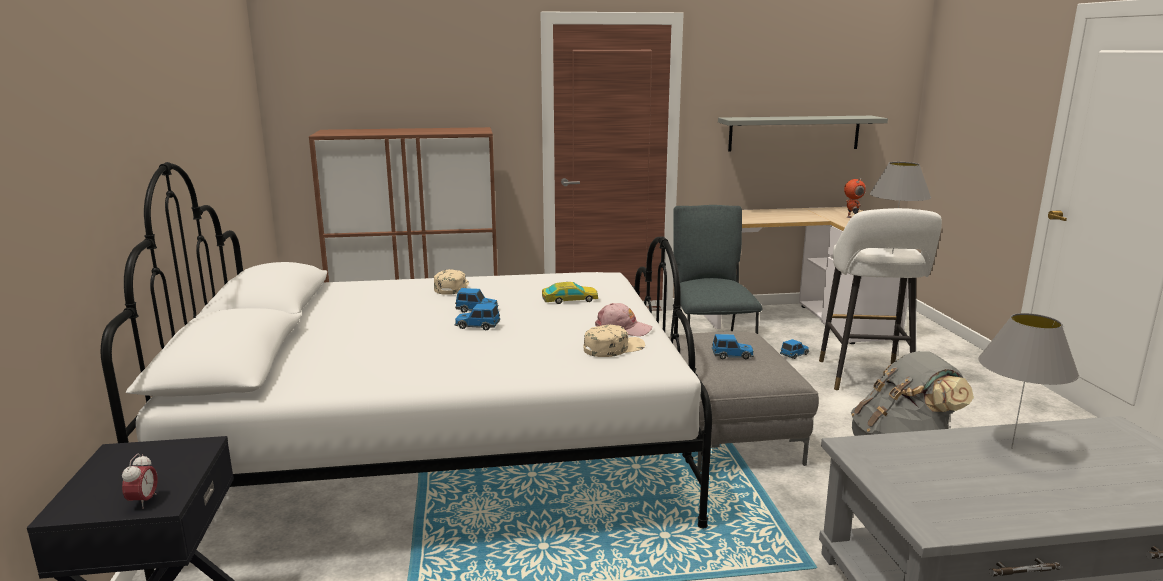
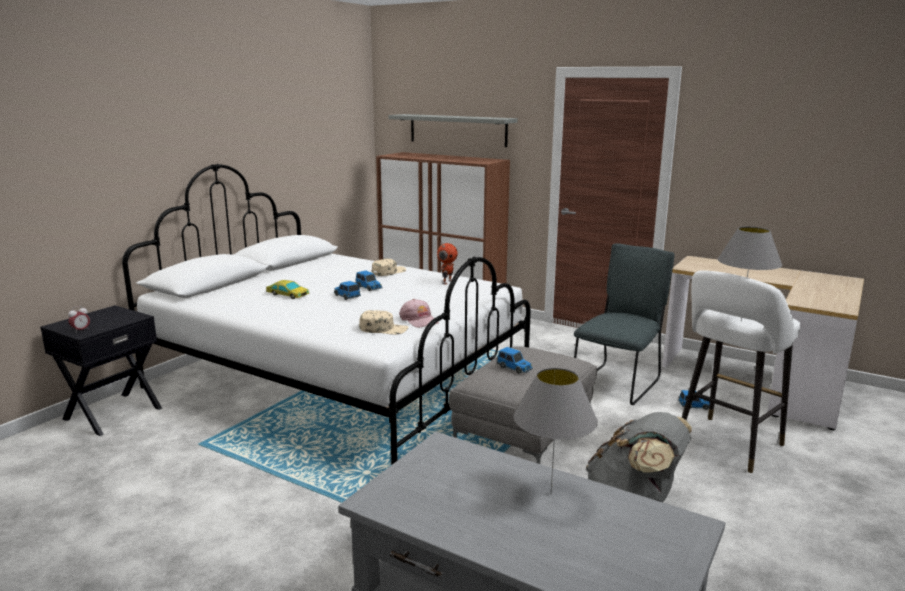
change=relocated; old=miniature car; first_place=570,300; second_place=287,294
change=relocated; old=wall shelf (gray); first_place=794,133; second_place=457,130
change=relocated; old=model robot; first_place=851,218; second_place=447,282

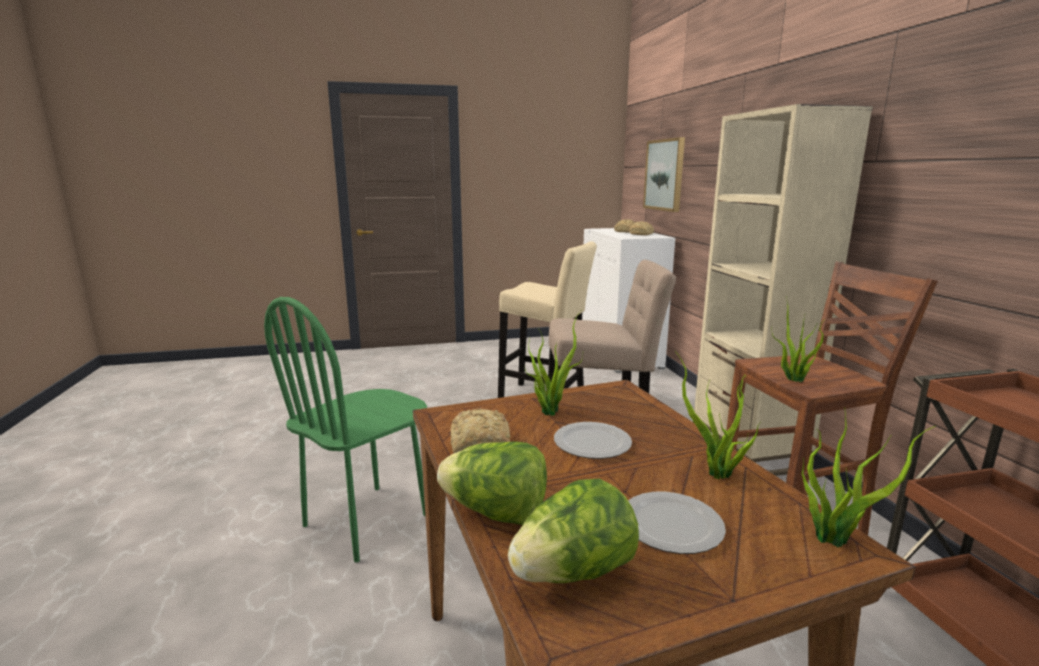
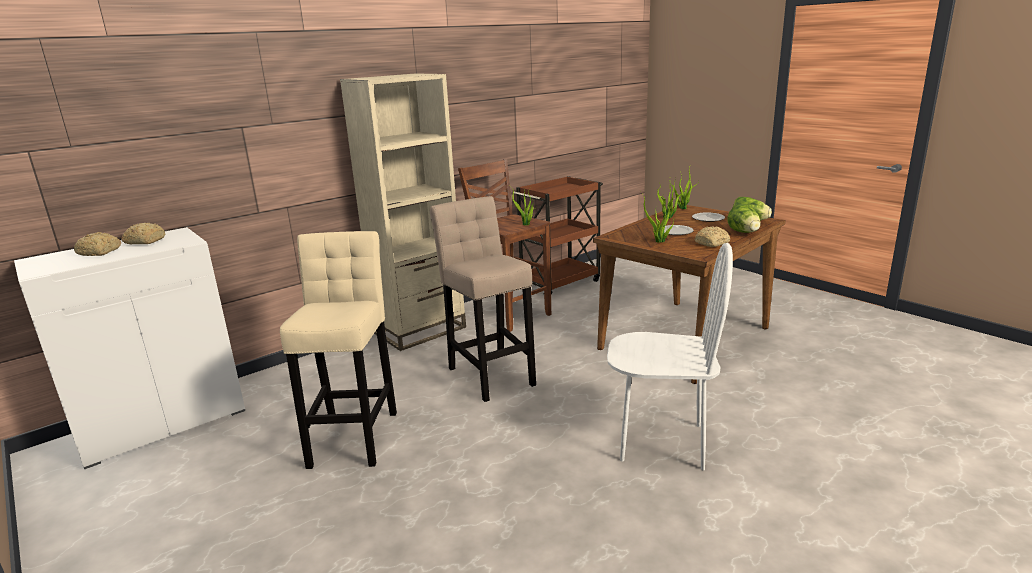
change=colour; old=plain chair (greenish); new=plain chair (white-coloured); first_place=366,520; second_place=662,443
change=missing; old=picture; first_place=664,175

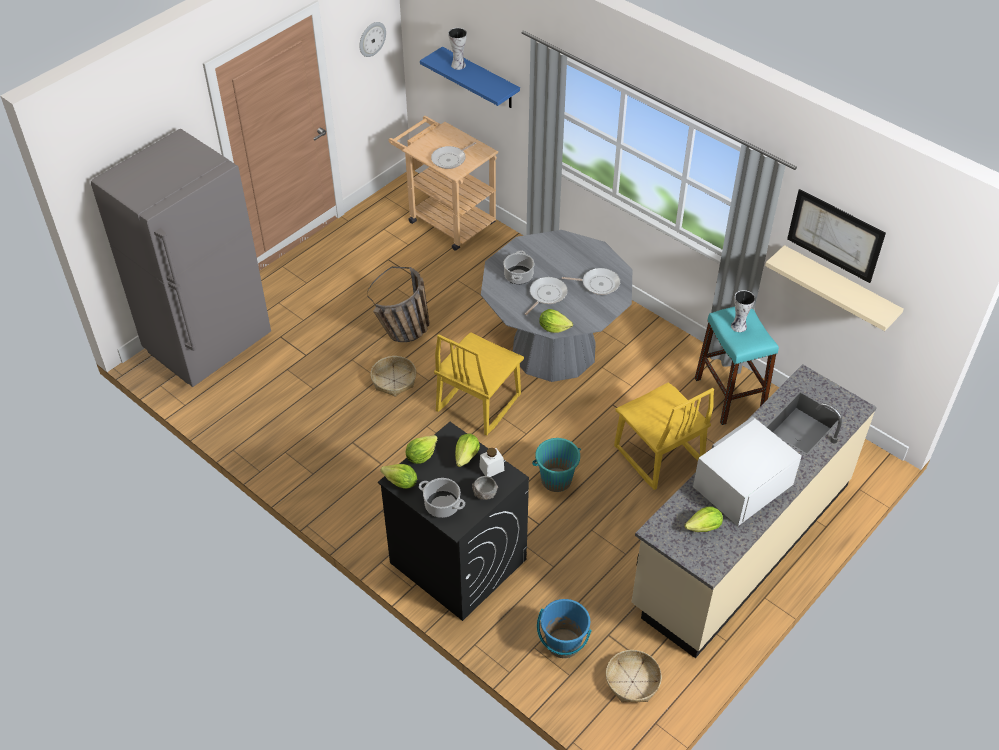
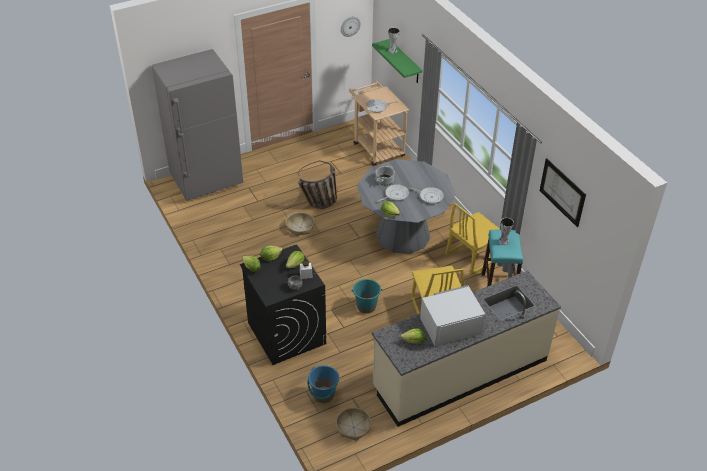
change=missing; old=cooking pot; first_place=443,505
change=colour; old=wall shelf (bluish); new=wall shelf (greenish); first_place=480,79; second_place=405,62
change=relocated; old=plain chair (yellow); first_place=477,403; second_place=472,256
change=missing; old=wall shelf (beige-coloured); first_place=839,288

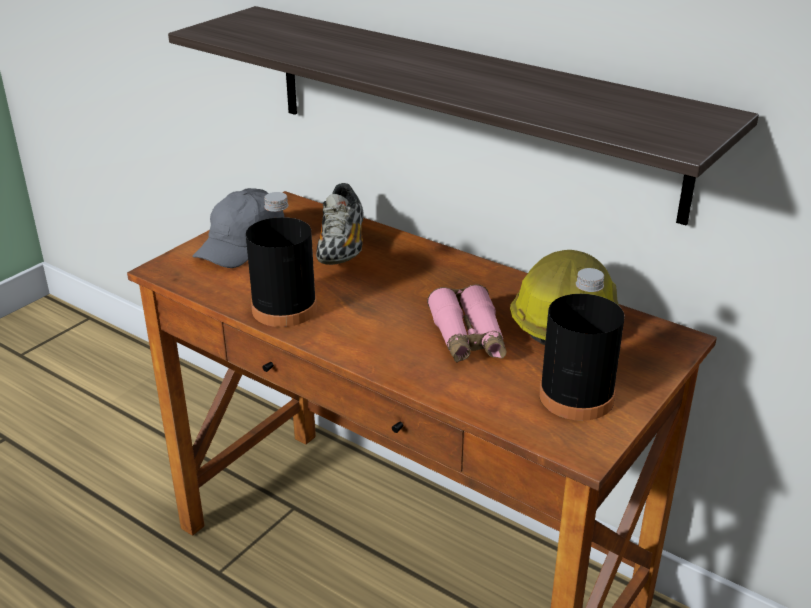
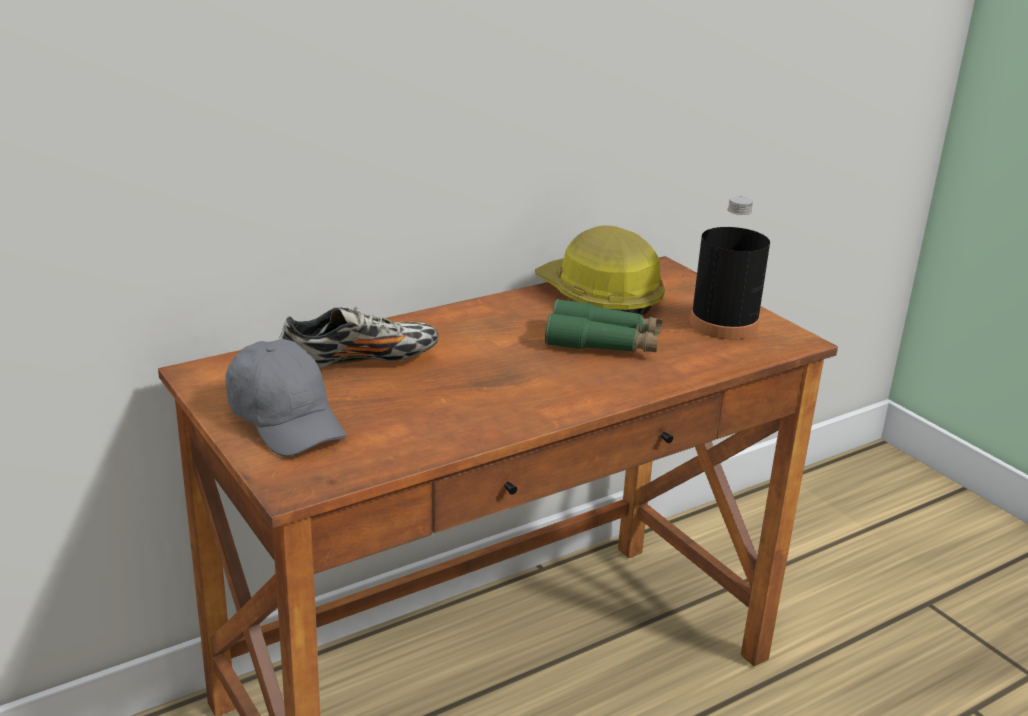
change=missing; old=wall shelf; first_place=467,108
change=missing; old=bottle (blackish); first_place=284,309
change=spun; old=shoe; first_place=341,247; second_place=359,363; degrees=-45
change=colour; old=field glasses (pink); new=field glasses (greenish); first_place=467,338; second_place=603,343

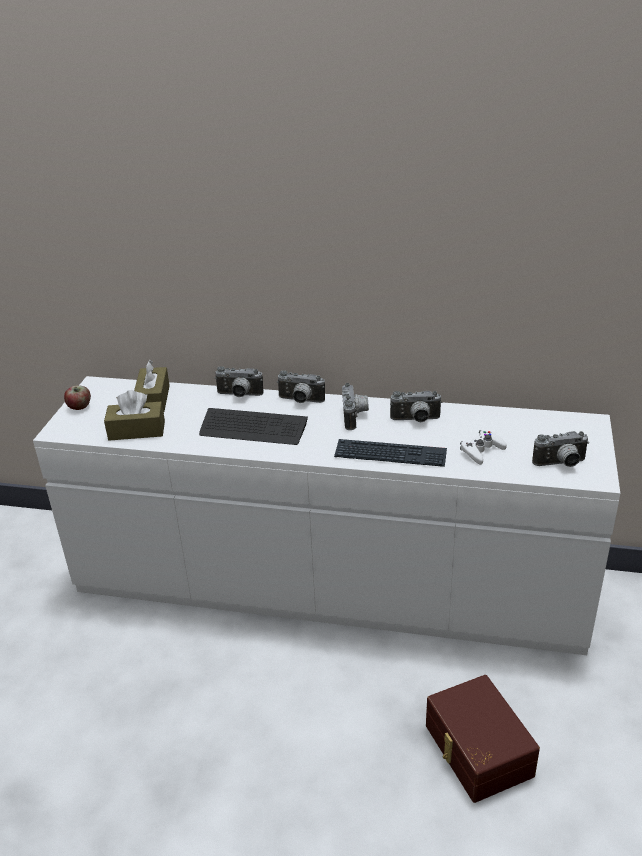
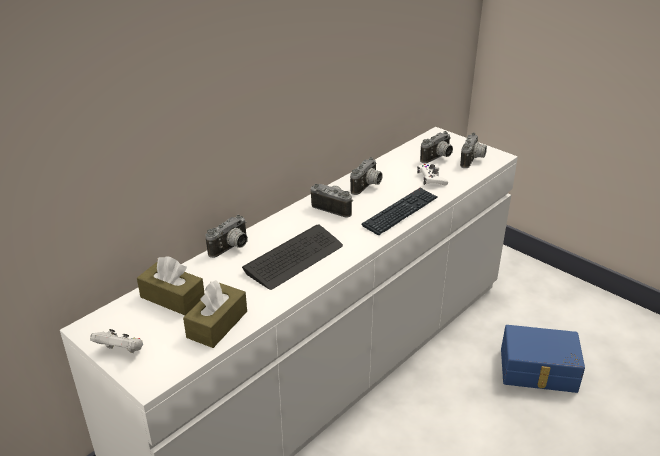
change=exchanged; old=apple; new=game controller (white-coloured); first_place=79,407; second_place=121,351
change=relocated; old=photo camera; first_place=300,401; second_place=438,158
change=colour; old=storage box (brown); new=storage box (bluish); first_place=476,751; second_place=538,371

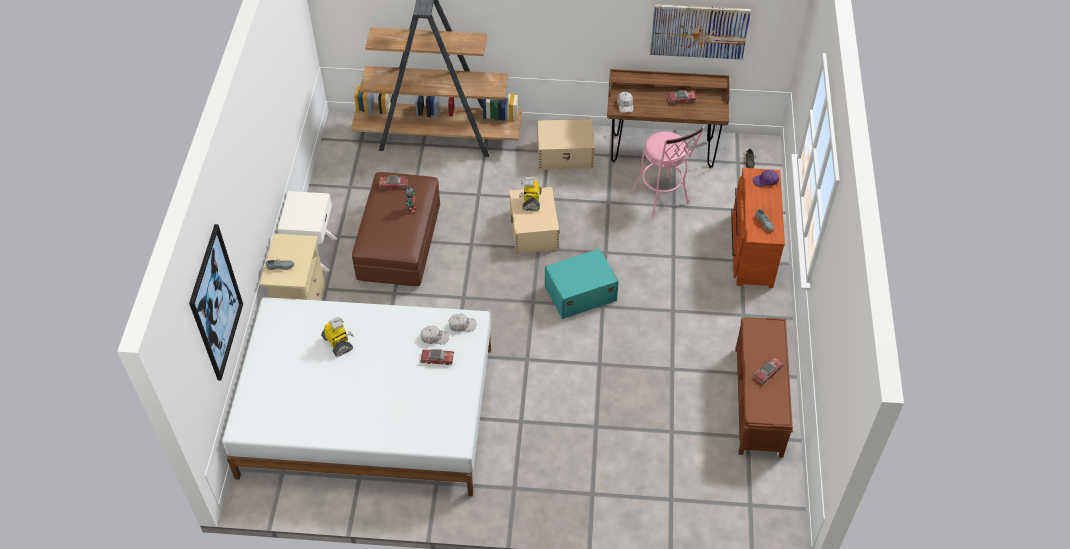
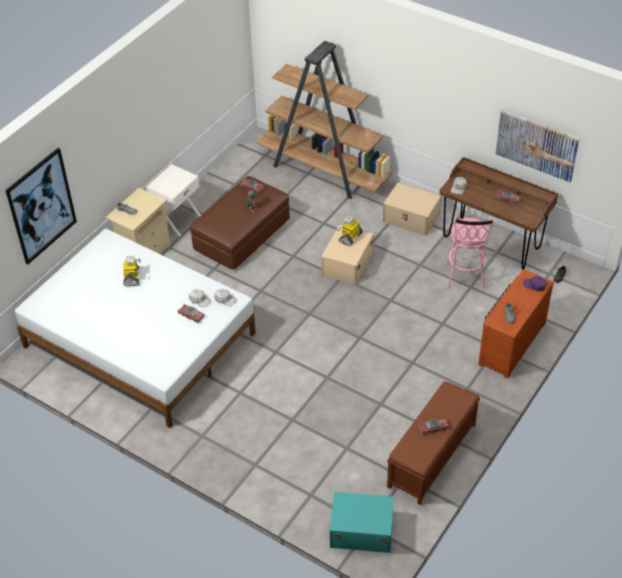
change=relocated; old=storage box (turquoise); first_place=579,293; second_place=361,530

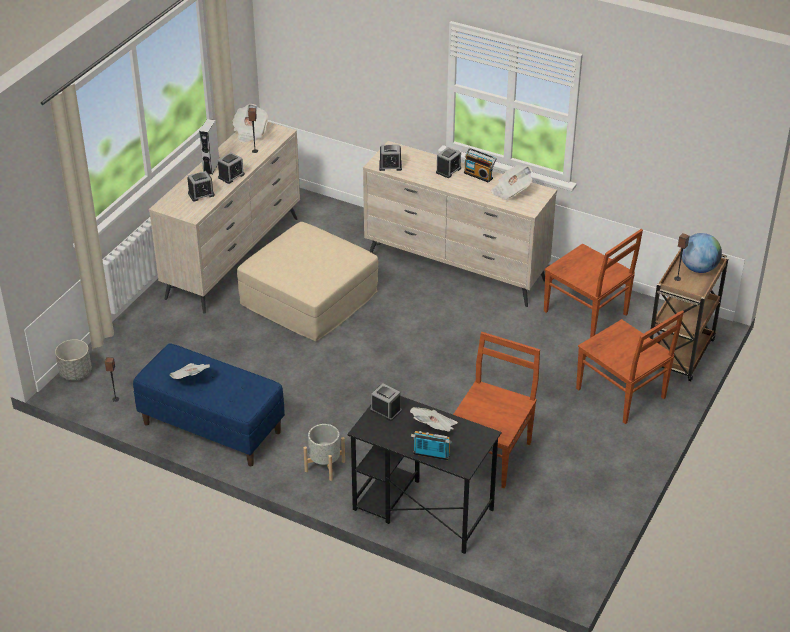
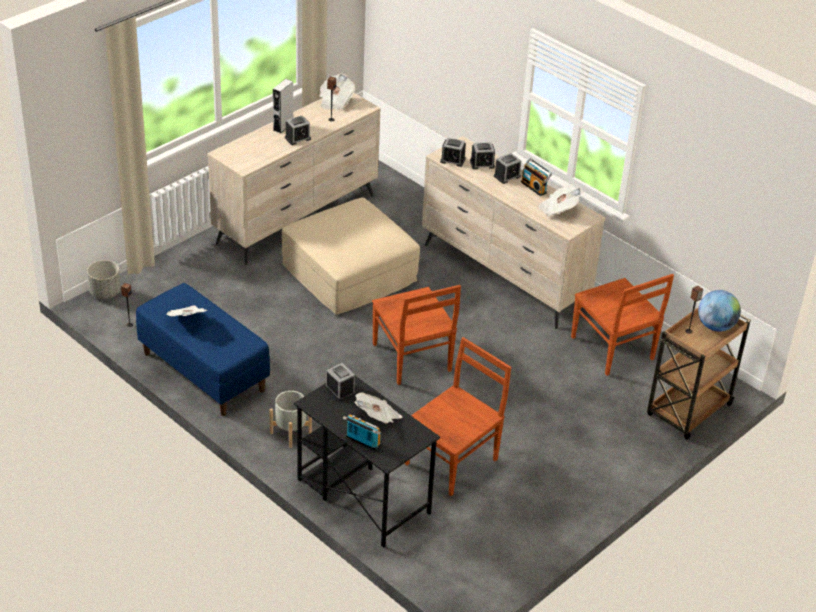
change=relocated; old=table clock; first_place=201,194; second_place=482,164
change=relocated; old=plain chair (brown); first_place=622,394; second_place=412,359

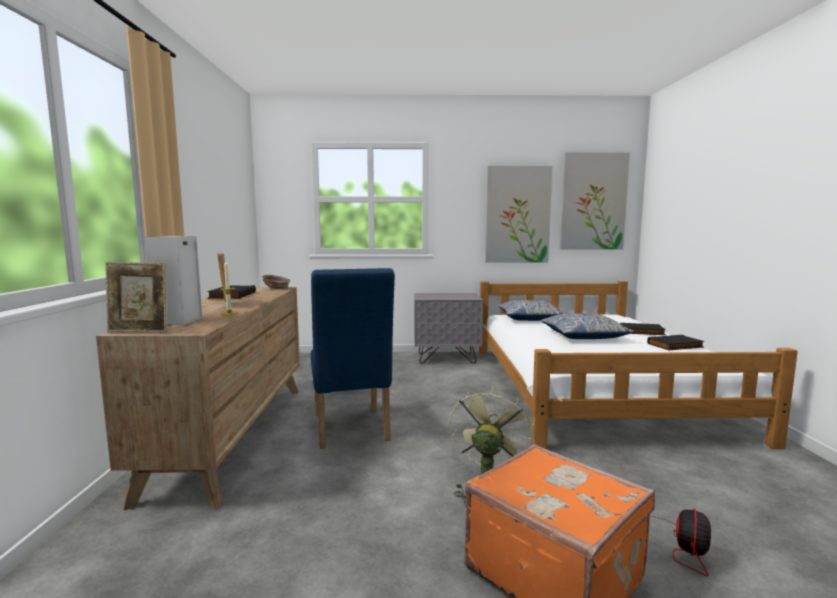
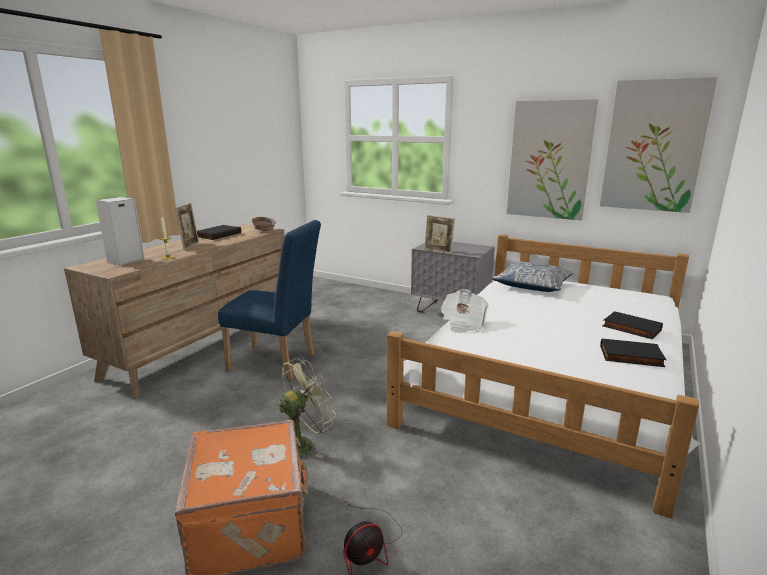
change=relocated; old=picture frame; first_place=139,332; second_place=438,251
change=spun; old=plain chair (bluish); first_place=350,430; second_place=277,363; degrees=-90
change=missing; old=cushion; first_place=583,336
change=appeared; new=newspaper; second_place=463,323

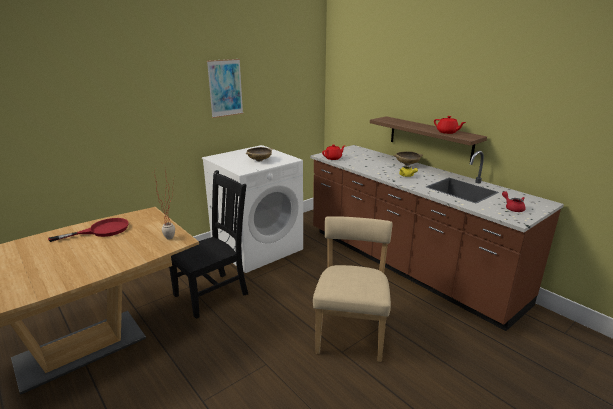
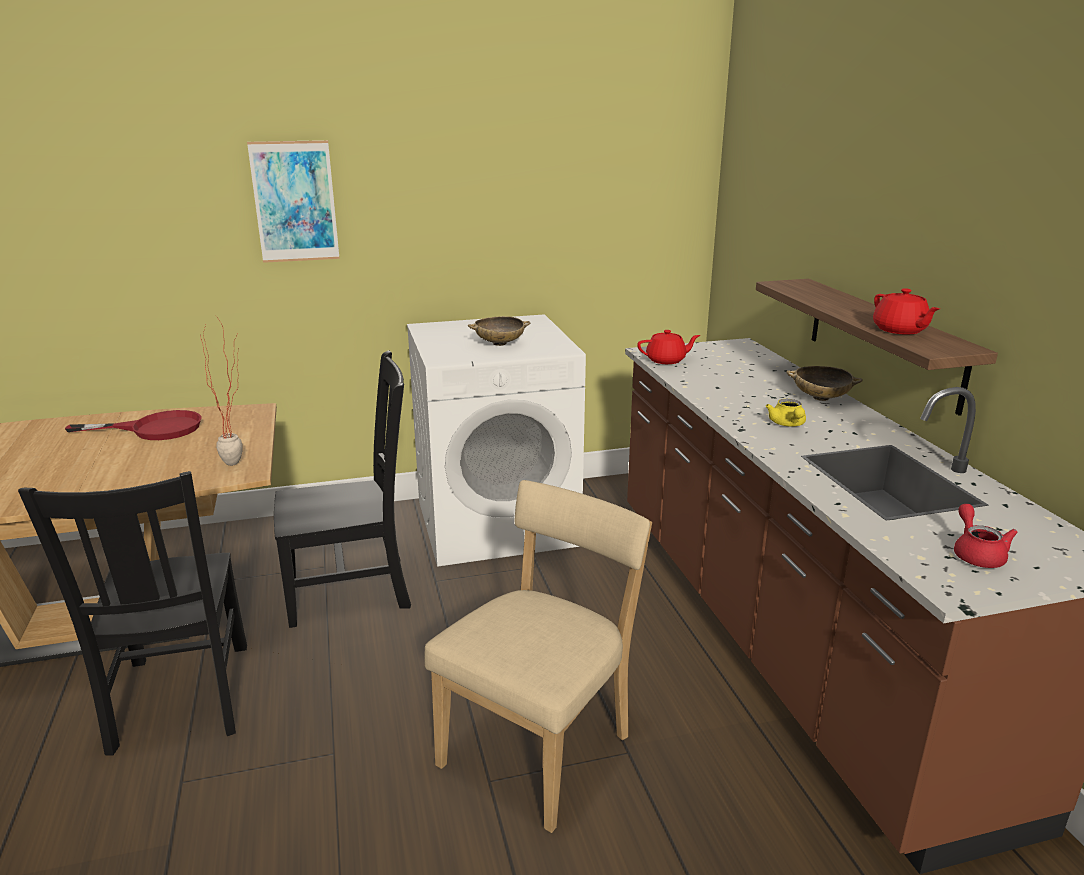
change=relocated; old=picture; first_place=225,88; second_place=295,202
change=appeared; new=plain chair (blackish); second_place=180,700

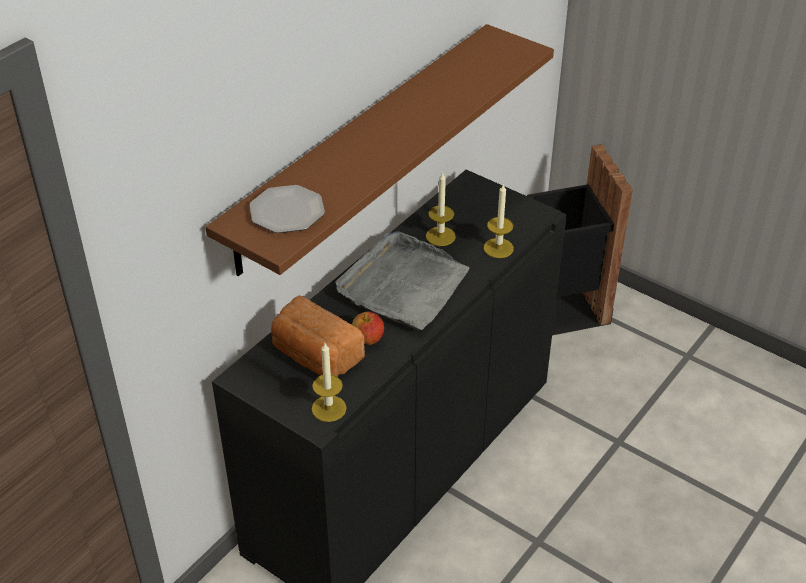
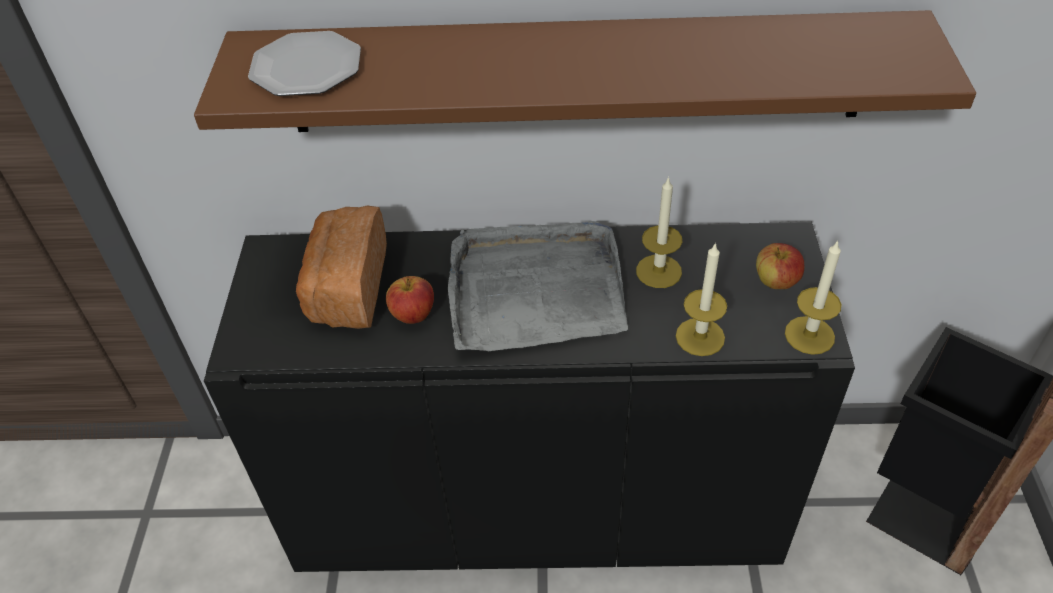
change=relocated; old=candle; first_place=329,408; second_place=809,335
change=appeared; new=apple; second_place=776,282

